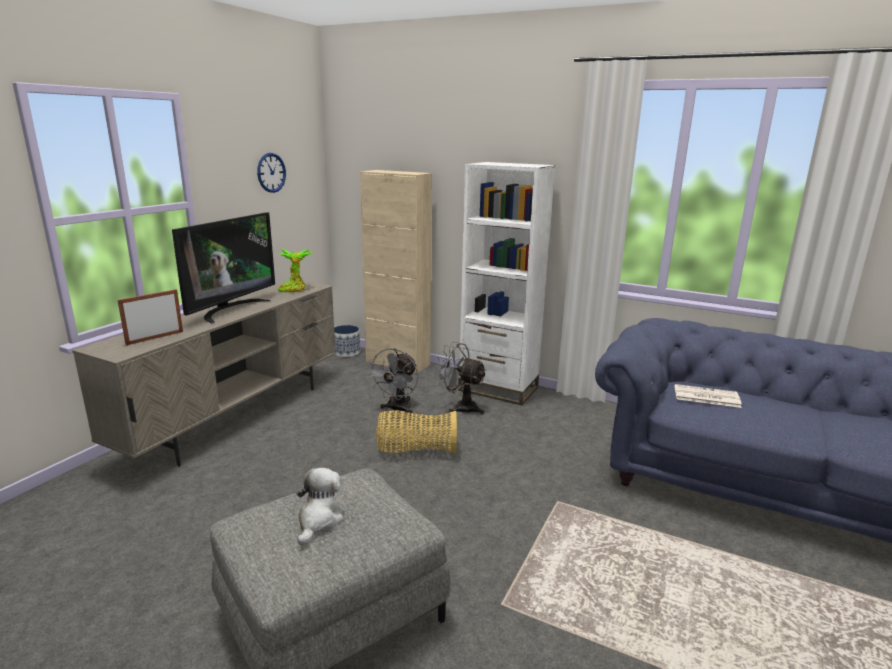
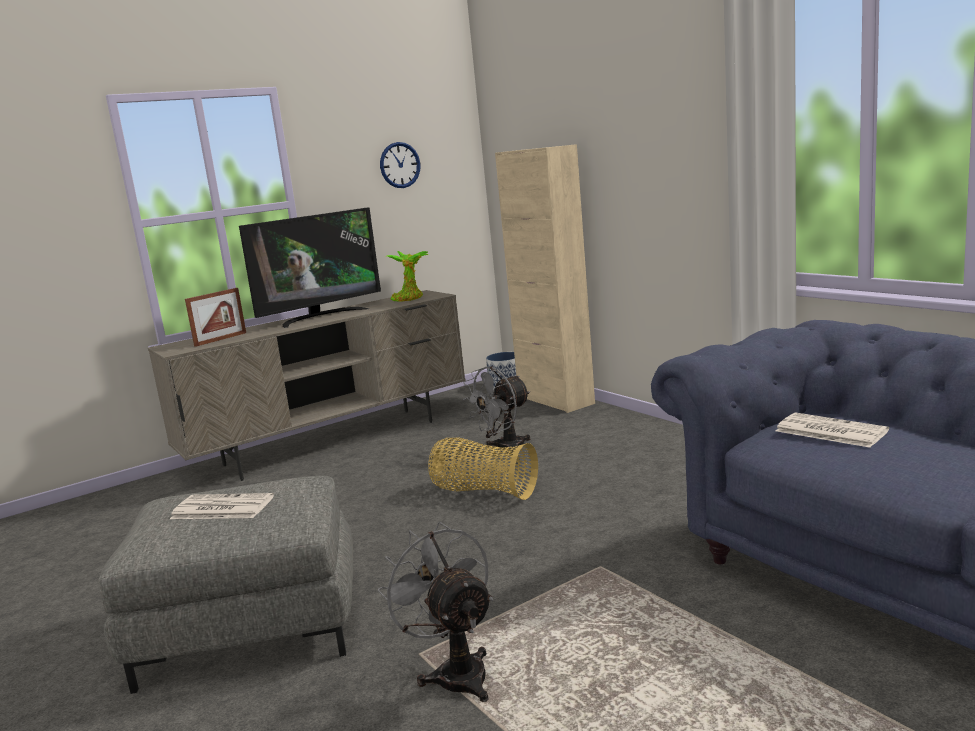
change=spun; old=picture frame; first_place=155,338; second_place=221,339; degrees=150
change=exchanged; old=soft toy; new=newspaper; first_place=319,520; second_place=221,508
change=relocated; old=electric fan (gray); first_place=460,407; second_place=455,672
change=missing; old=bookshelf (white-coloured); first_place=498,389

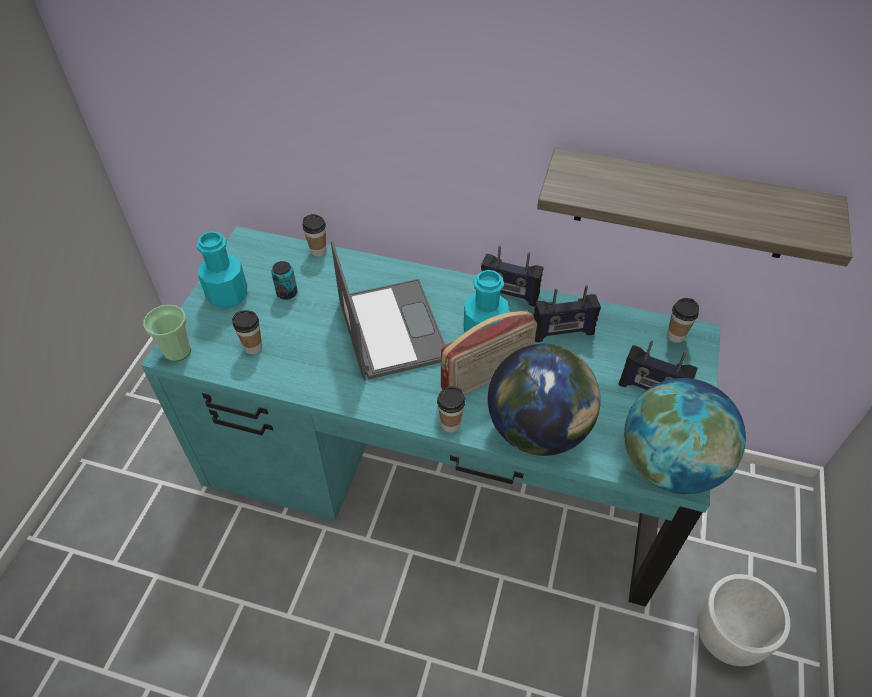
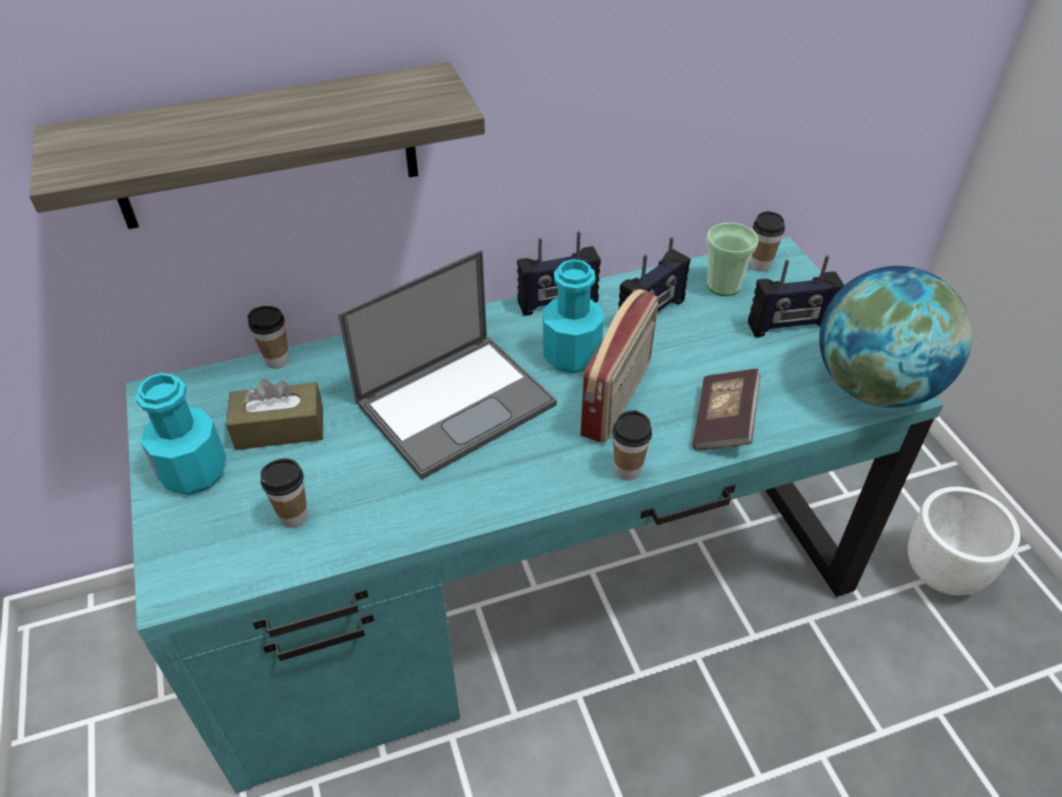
change=relocated; old=drinking cup; first_place=177,351; second_place=723,286
change=exchanged; old=metal can; new=box of tissues (brown); first_place=287,293; second_place=280,428
change=spun; old=portable computer; first_place=391,328; second_place=457,402; degrees=105
change=exchanged; old=world globe; new=book; first_place=538,429; second_place=723,423
change=relocated; old=wall shelf; first_place=684,205; second_place=265,148

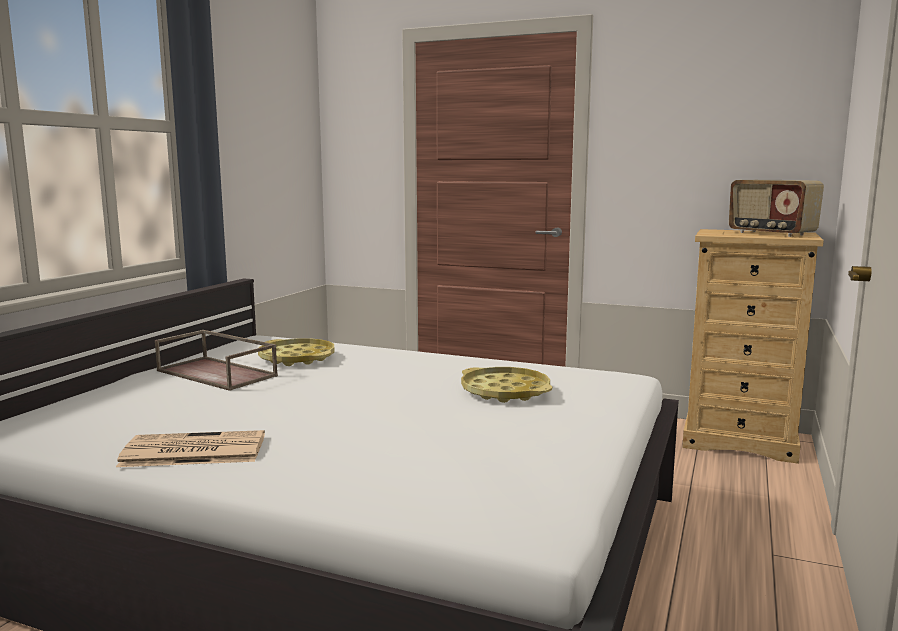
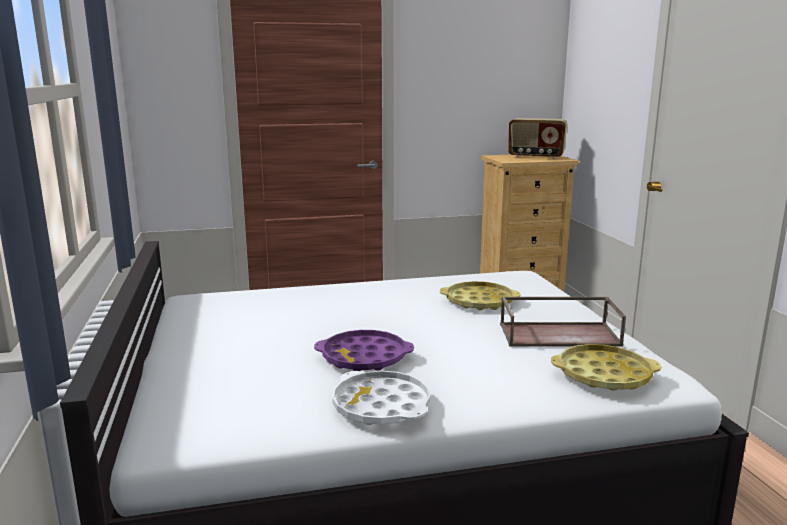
change=exchanged; old=newspaper; new=carrying tray (white-coloured); first_place=192,451; second_place=381,406
change=relocated; old=carrying tray (brown); first_place=218,373; second_place=560,334
change=relocated; old=carrying tray (yellow); first_place=297,358; second_place=603,375
change=appeared; new=carrying tray (purple); second_place=364,357

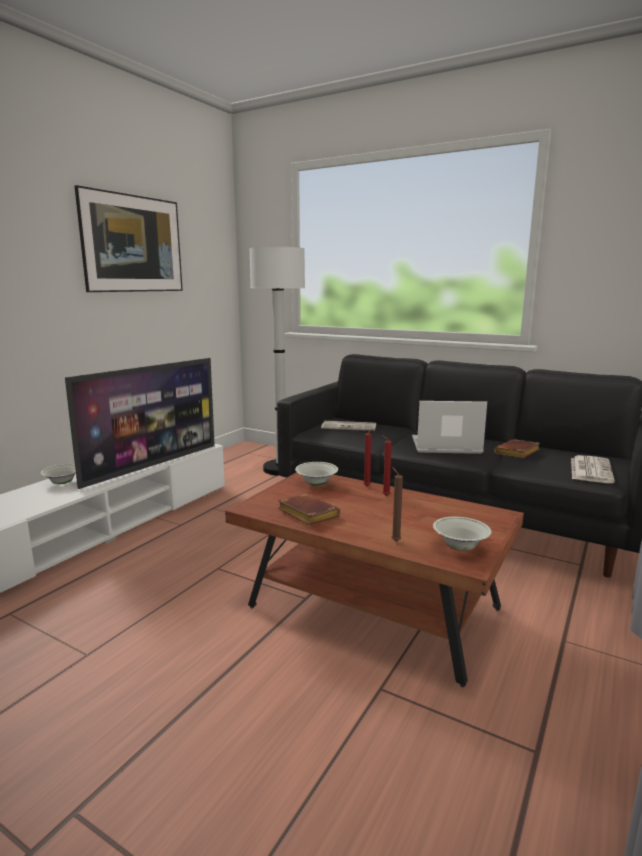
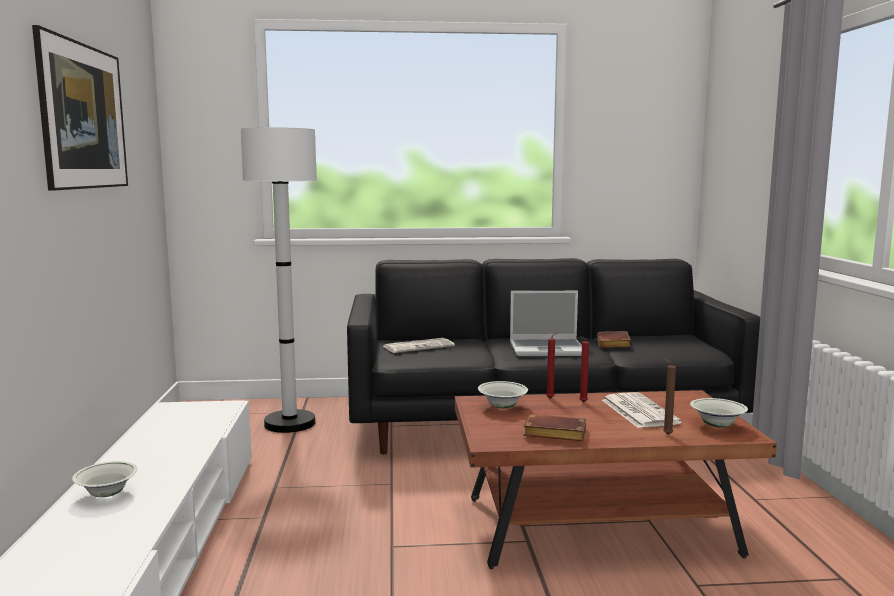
change=missing; old=TV; first_place=152,464
change=spun; old=portable computer; first_place=445,446; second_place=547,349; degrees=-150
change=relocated; old=newspaper; first_place=590,470; second_place=638,411

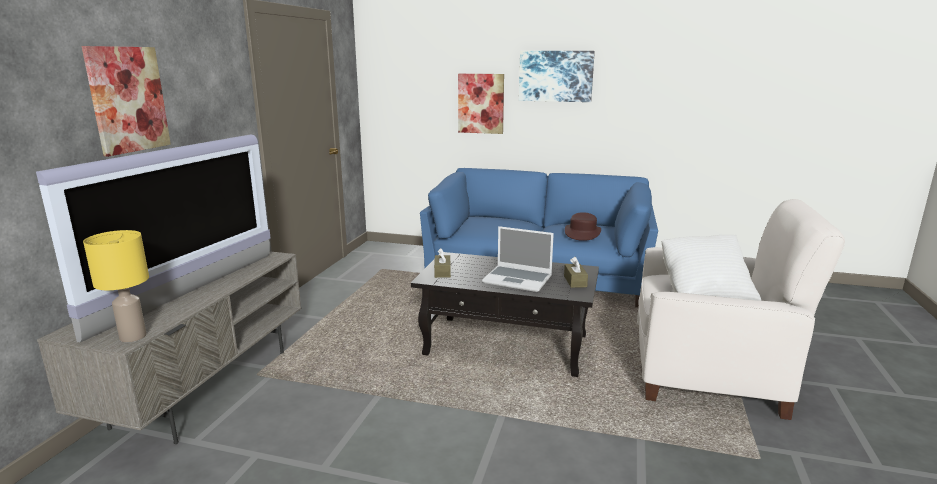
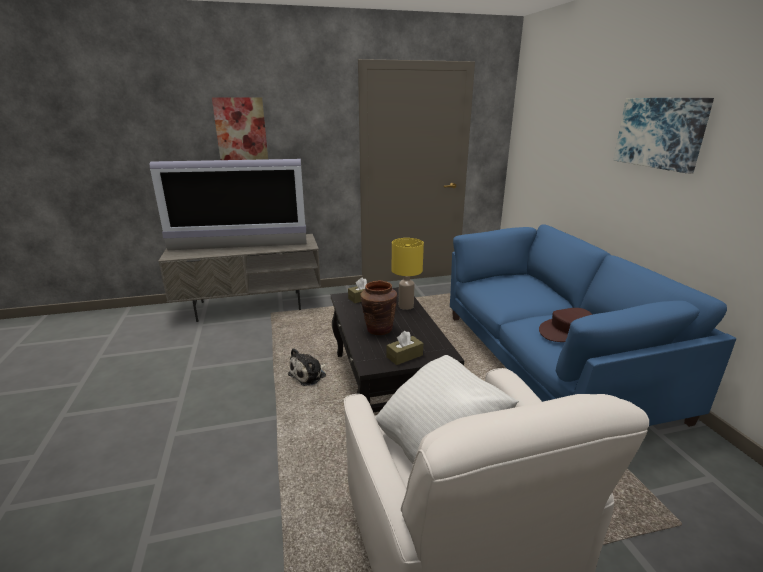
change=relocated; old=tabletop lamp (yellow); first_place=134,336; second_place=406,306
change=missing; old=picture; first_place=481,103
change=exchanged; old=portable computer; new=flower vase (brown); first_place=518,279; second_place=379,329
change=appeared; new=soft toy; second_place=309,375

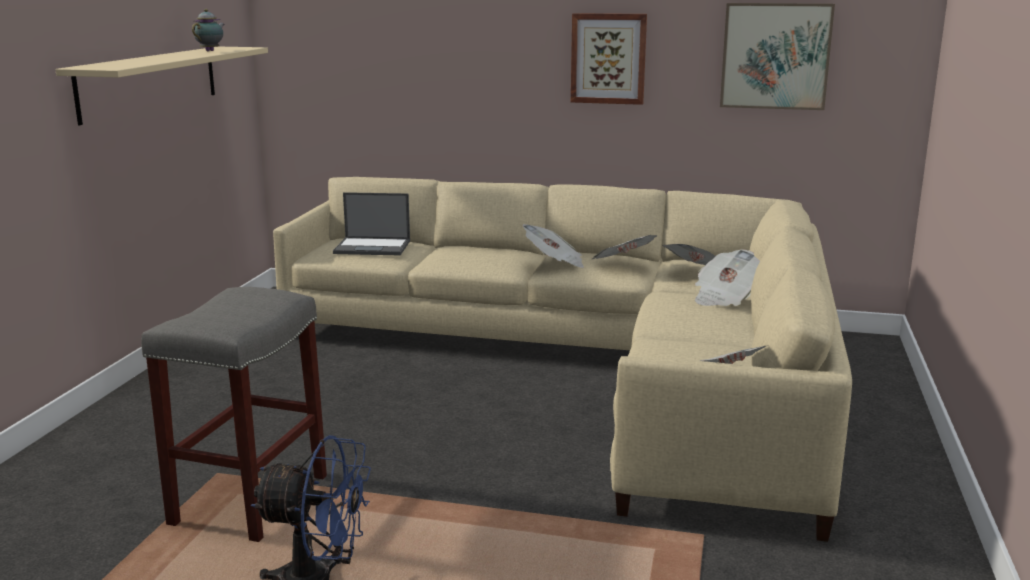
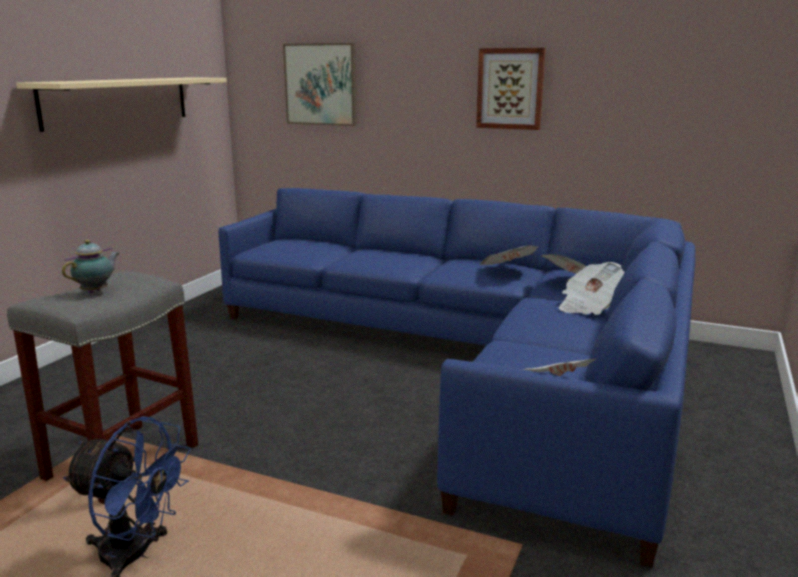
change=relocated; old=tea pot; first_place=211,51; second_place=96,291
change=colour; old=settee (beige-coloured); new=settee (bluish); first_place=592,366; second_place=474,360
change=missing; old=portable computer; first_place=373,247
change=missing; old=newspaper; first_place=554,263
change=relocated; old=picture; first_place=775,56; second_place=321,84

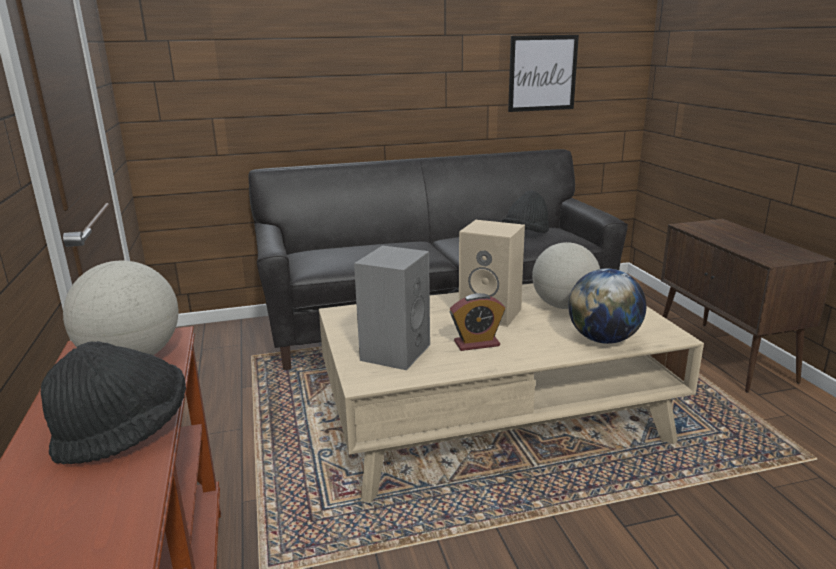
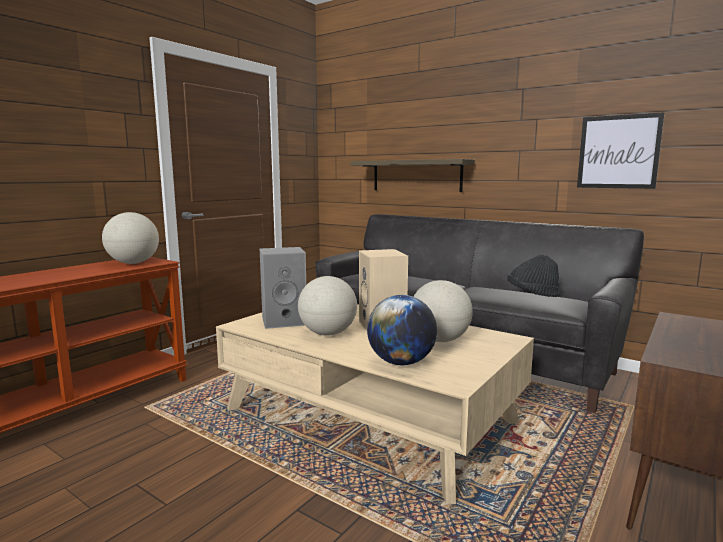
change=missing; old=clothing hat (blackish); first_place=124,433
change=exchanged; old=table clock; new=world globe; first_place=476,344; second_place=328,333
change=appeared; new=wall shelf; second_place=416,175

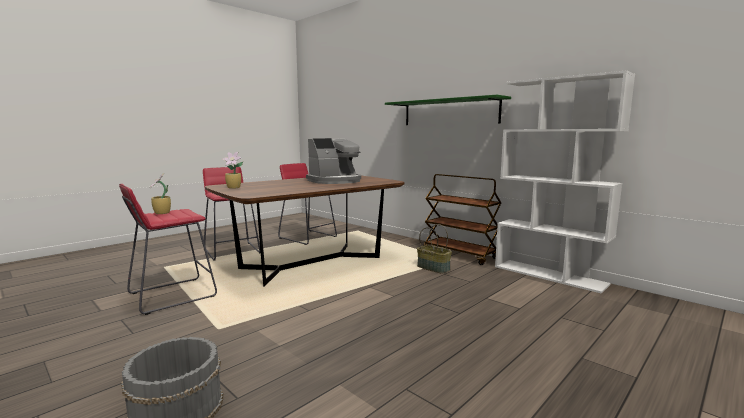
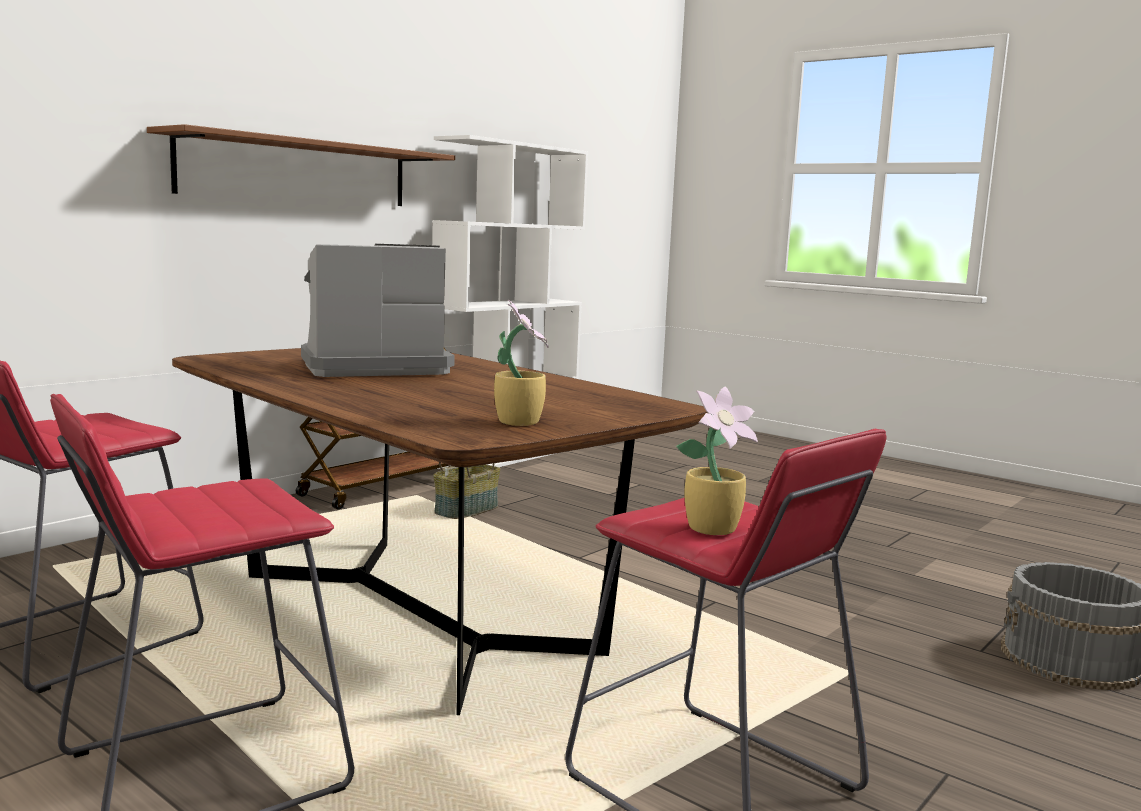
change=spun; old=coffee maker; first_place=335,181; second_place=372,367; degrees=-75
change=colour; old=wall shelf (greenish); new=wall shelf (brown); first_place=449,112; second_place=298,172

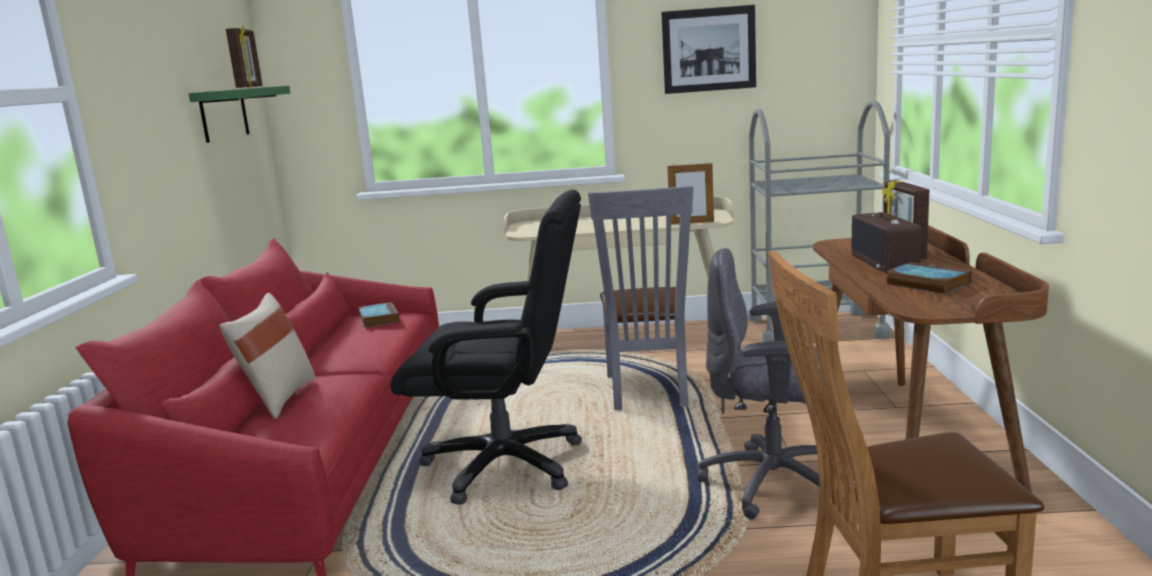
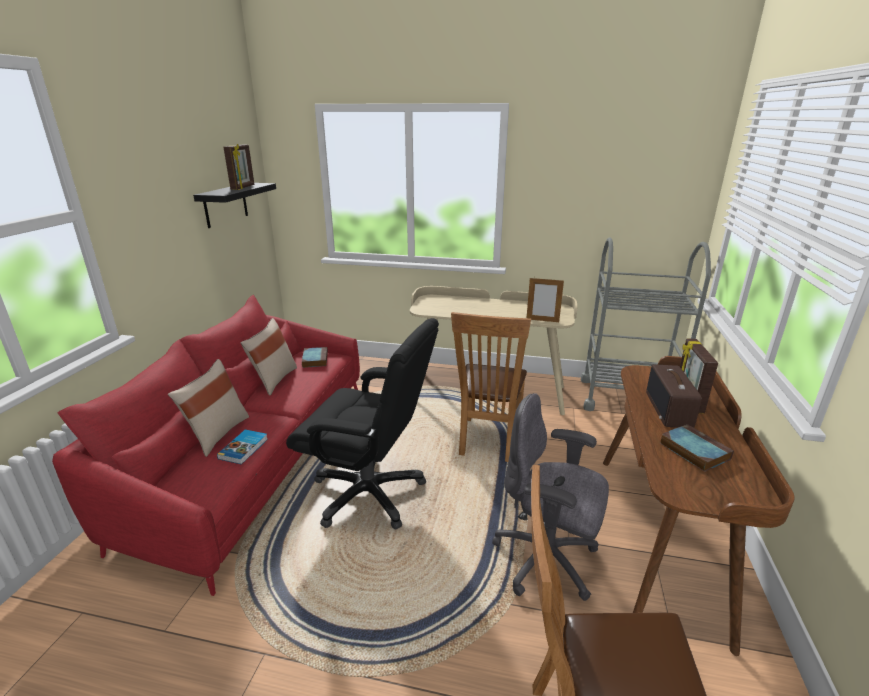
change=colour; old=wall shelf (greenish); new=wall shelf (blackish); first_place=224,114; second_place=225,205
change=colour; old=plain chair (gray); new=plain chair (brown); first_place=648,393; second_place=488,442
change=missing; old=picture; first_place=709,50
change=appeared; new=book; second_place=244,448
change=appeared; new=cushion (beige-coloured); second_place=274,380

